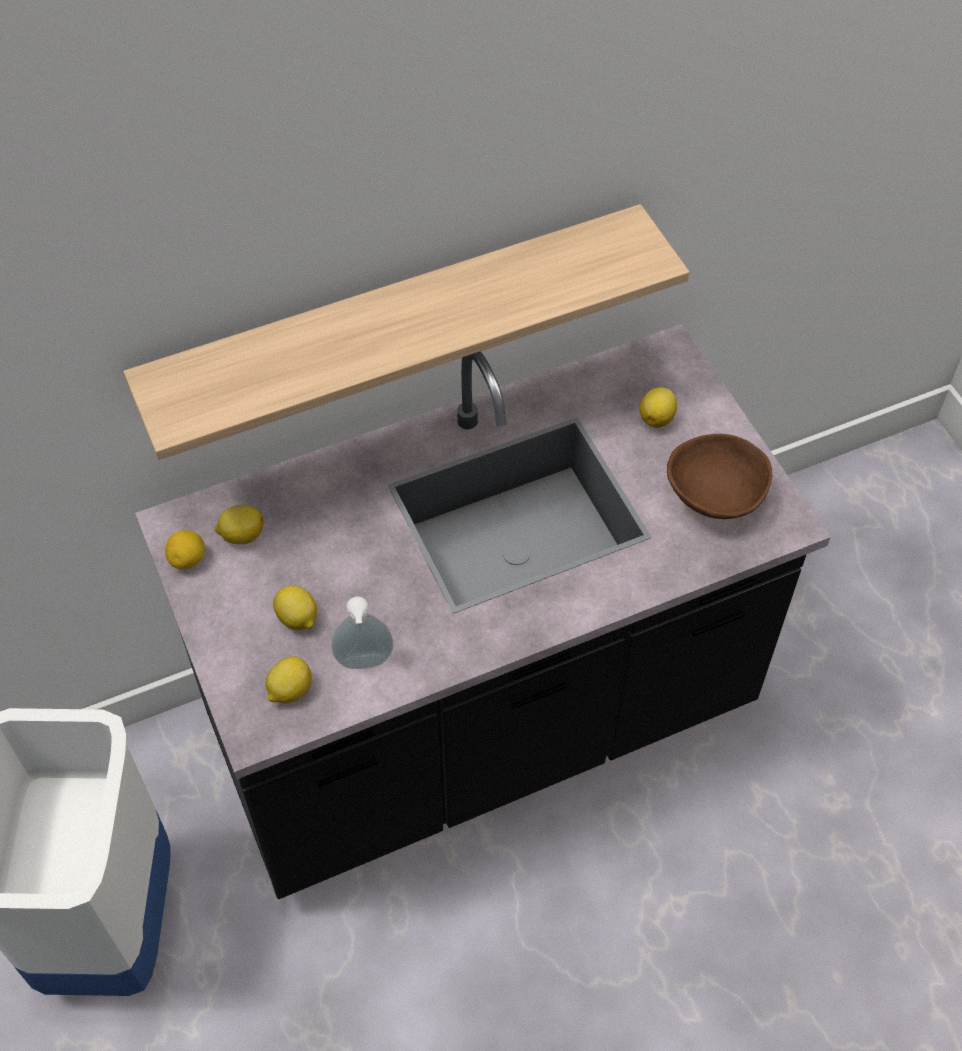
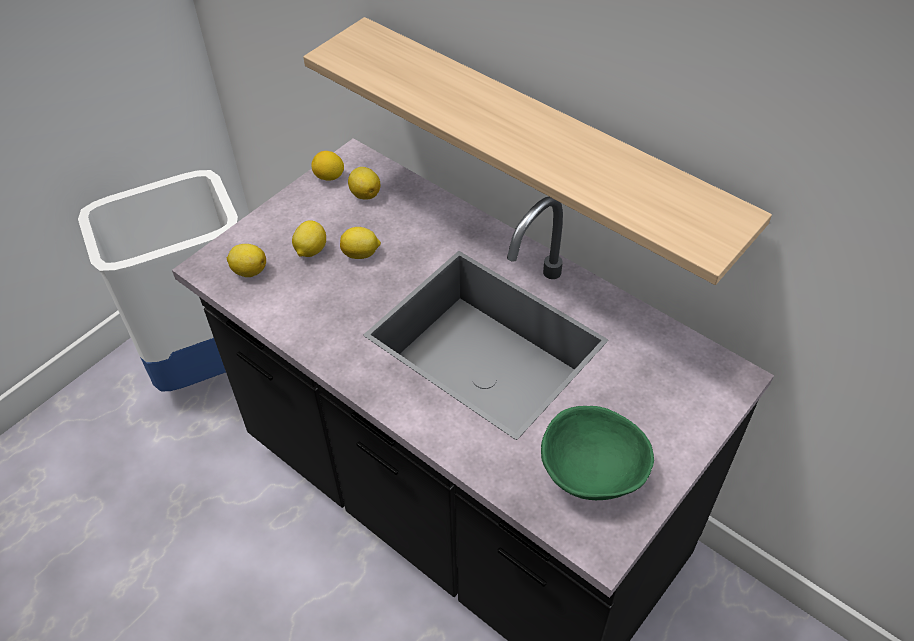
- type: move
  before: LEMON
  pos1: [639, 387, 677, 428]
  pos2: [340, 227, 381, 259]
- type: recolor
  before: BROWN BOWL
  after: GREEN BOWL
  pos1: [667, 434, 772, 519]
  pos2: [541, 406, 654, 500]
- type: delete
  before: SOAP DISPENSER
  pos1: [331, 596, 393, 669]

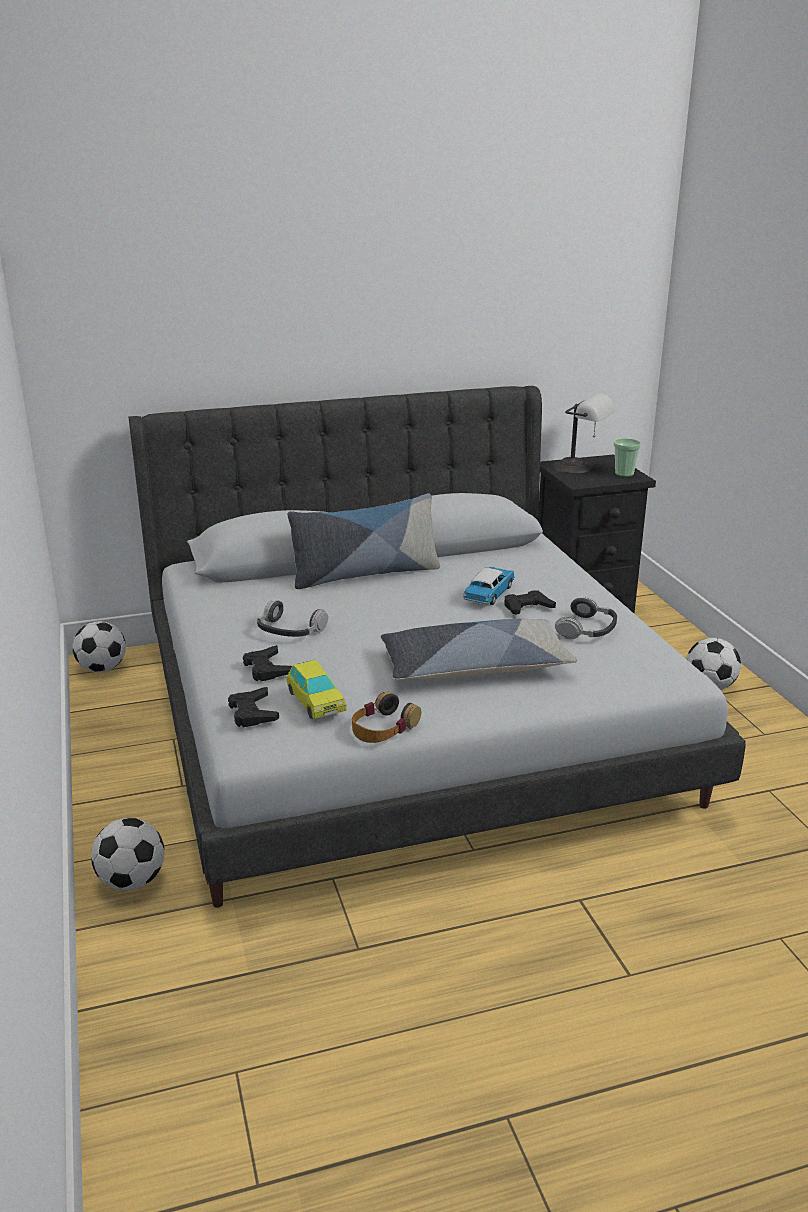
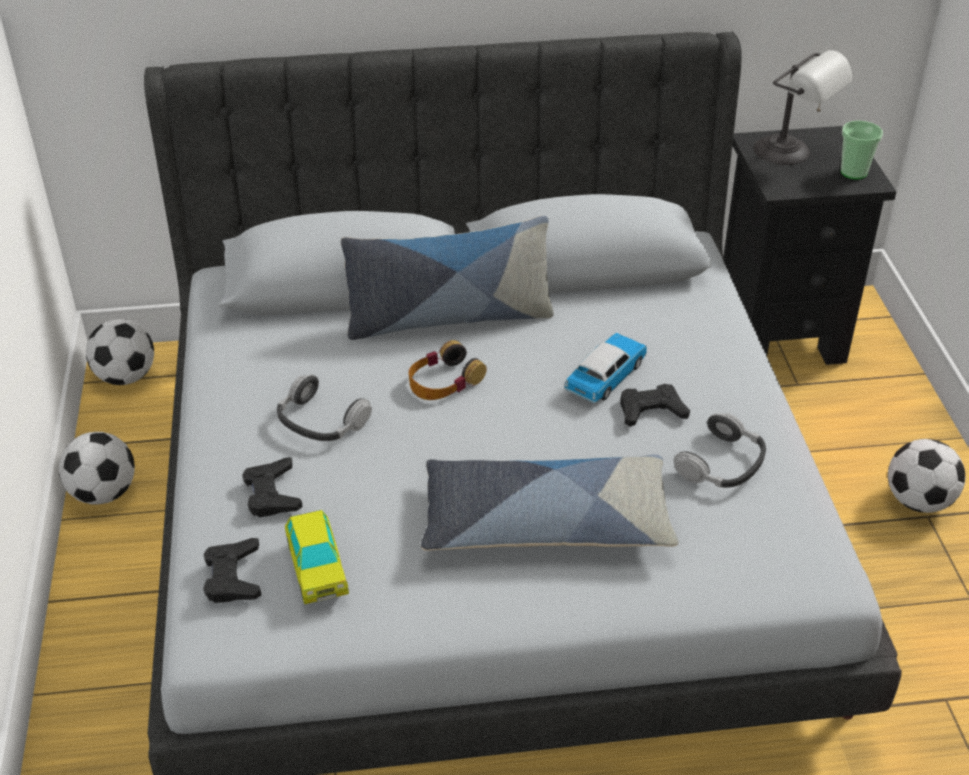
- type: move
  before: FOOTBALL
  pos1: [91, 818, 165, 891]
  pos2: [59, 432, 135, 505]
- type: move
  before: HEADPHONES
  pos1: [352, 691, 421, 743]
  pos2: [409, 340, 487, 400]

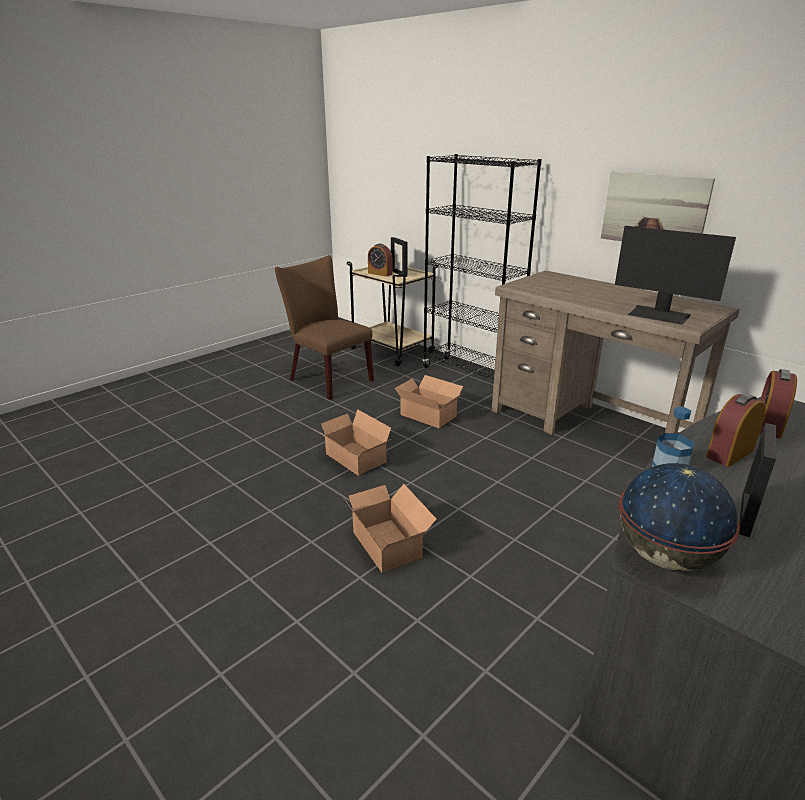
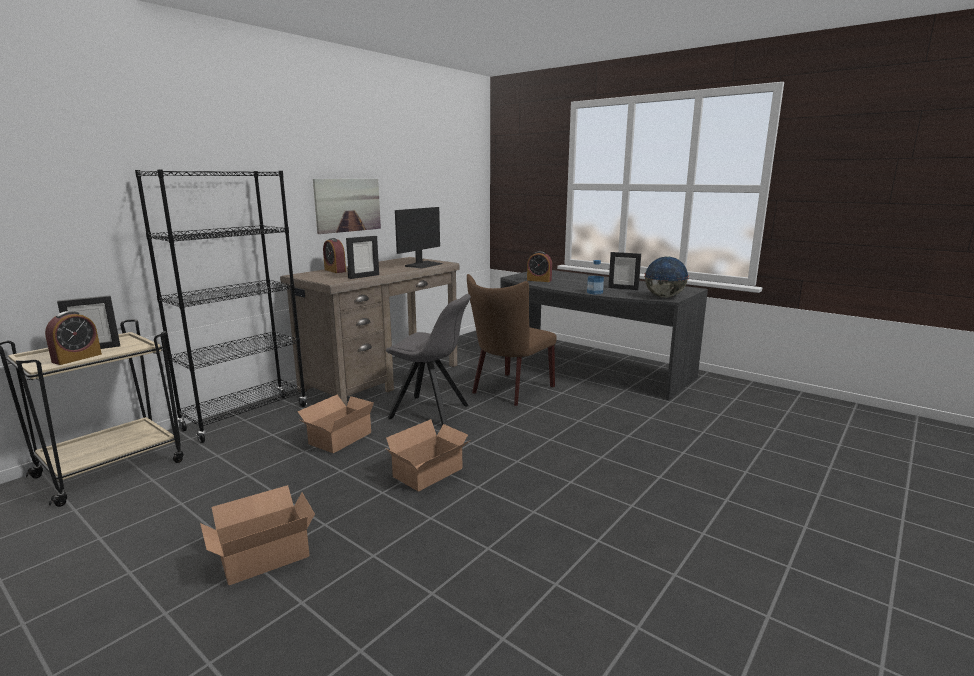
- type: move
  before: CARDBOARD BOX
  pos1: [344, 484, 436, 573]
  pos2: [200, 485, 315, 585]
- type: move
  before: ALARM CLOCK
  pos1: [706, 393, 765, 467]
  pos2: [323, 238, 346, 273]
- type: insert
  after: PICTURE FRAME
  pos2: [346, 236, 379, 279]
- type: insert
  after: GREY CHAIR
  pos2: [386, 294, 471, 426]
- type: move
  before: BROWN CHAIR
  pos1: [275, 255, 374, 400]
  pos2: [467, 274, 557, 406]

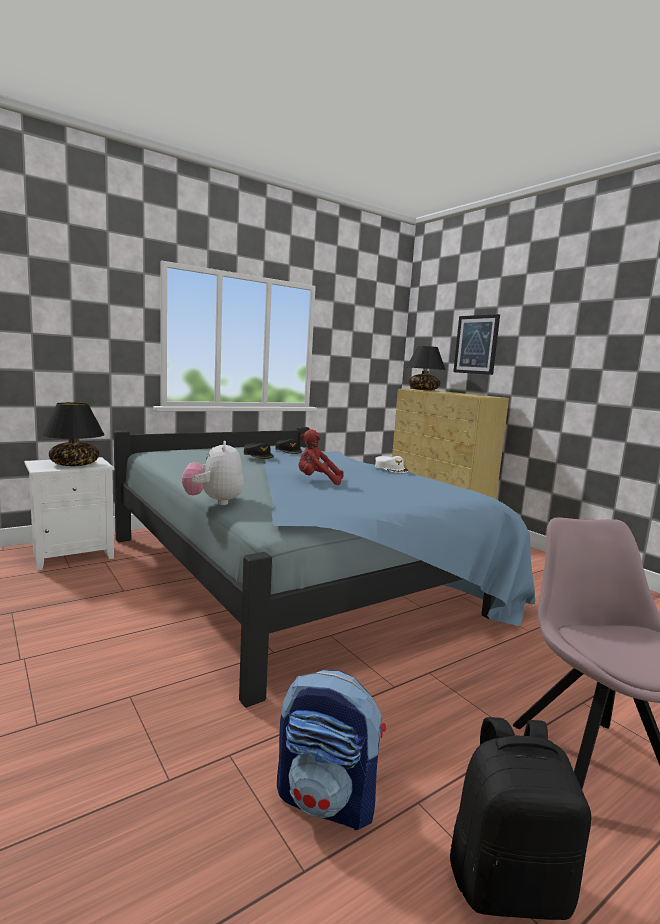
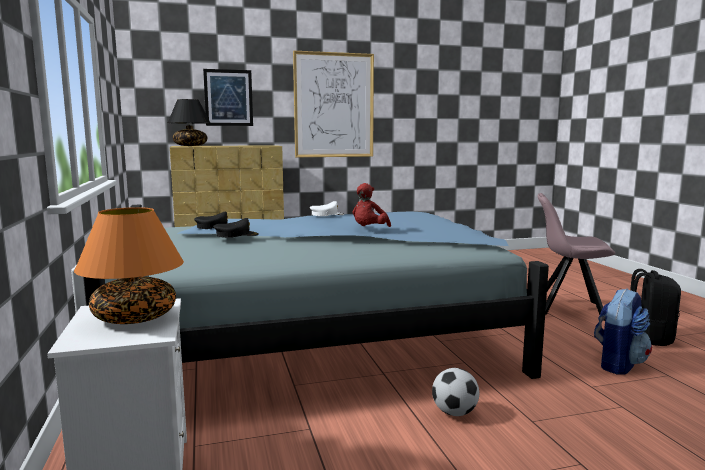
- type: recolor
  before: BLACK TABLE LAMP
  after: ORANGE TABLE LAMP
  pos1: [42, 402, 105, 466]
  pos2: [74, 207, 184, 324]
- type: insert
  after: PICTURE
  pos2: [293, 51, 374, 157]
- type: insert
  after: FOOTBALL
  pos2: [432, 368, 479, 416]
- type: delete
  before: PLUSH TOY
  pos1: [182, 441, 244, 505]

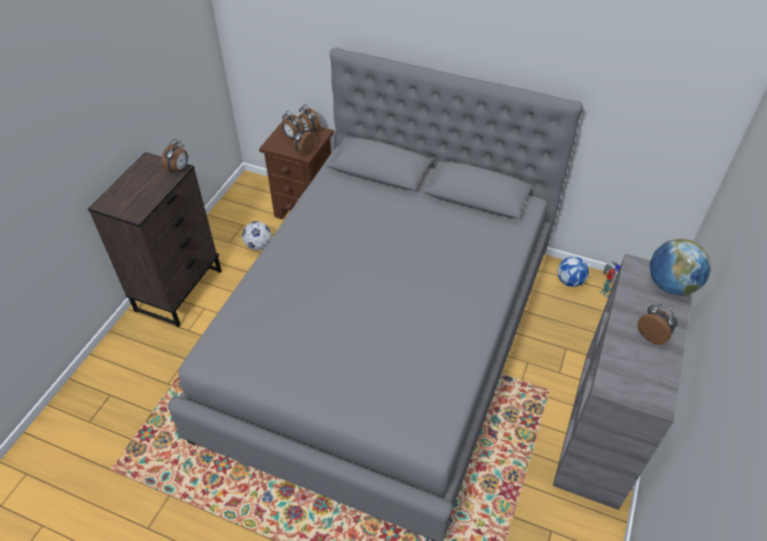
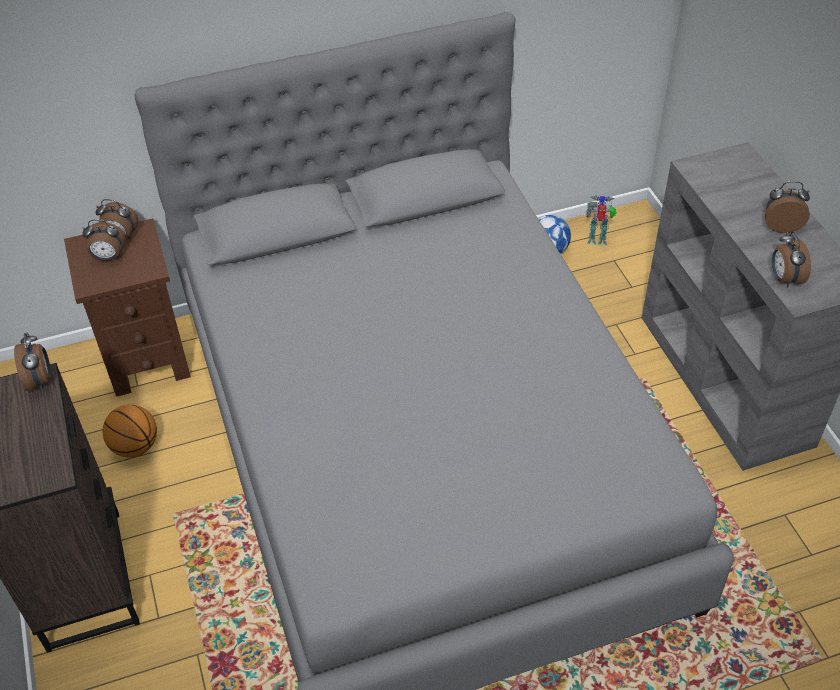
- type: replace
  before: FOOTBALL
  after: BASKETBALL
  pos1: [242, 221, 271, 250]
  pos2: [102, 404, 157, 457]
- type: move
  before: ALARM CLOCK
  pos1: [293, 124, 316, 156]
  pos2: [772, 232, 811, 287]
- type: delete
  before: GLOBE
  pos1: [650, 239, 711, 295]

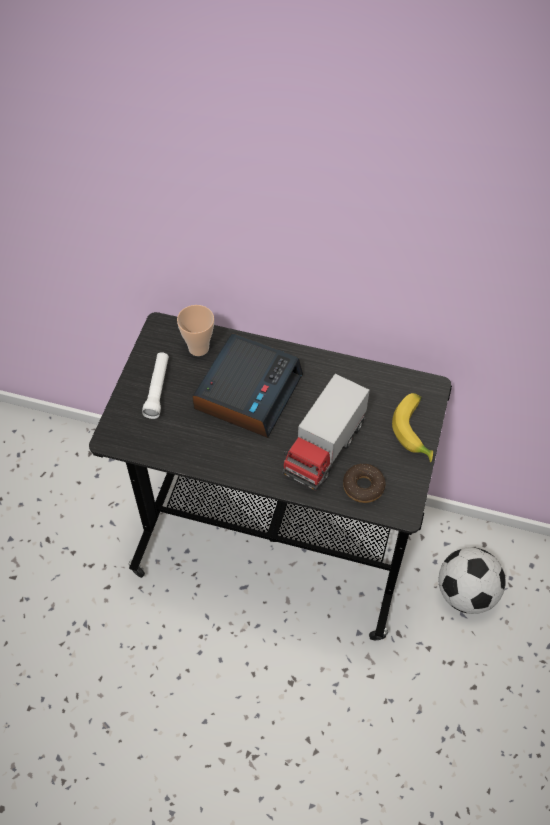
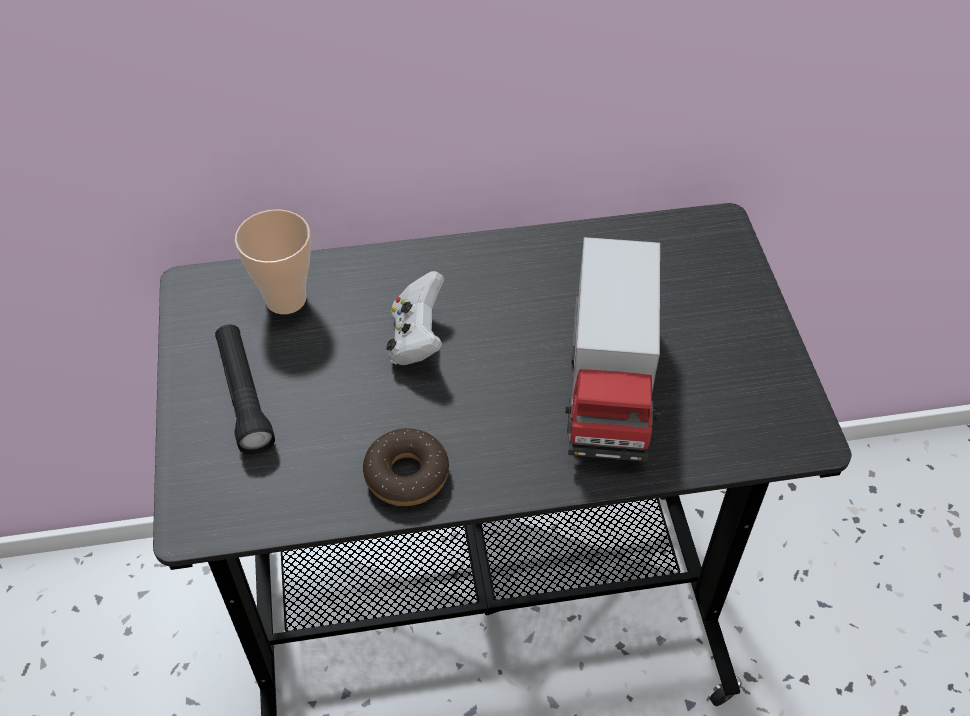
- type: recolor
  before: WHITE FLASHLIGHT
  after: BLACK FLASHLIGHT
  pos1: [142, 352, 169, 419]
  pos2: [215, 324, 275, 455]
- type: move
  before: DONUT
  pos1: [343, 464, 385, 503]
  pos2: [363, 428, 449, 506]
- type: replace
  before: ALARM CLOCK
  after: WHITE GAME CONTROLLER
  pos1: [192, 333, 303, 438]
  pos2: [387, 271, 444, 365]
- type: delete
  before: BANANA
  pos1: [392, 393, 433, 463]
- type: delete
  before: FOOTBALL
  pos1: [438, 547, 506, 614]

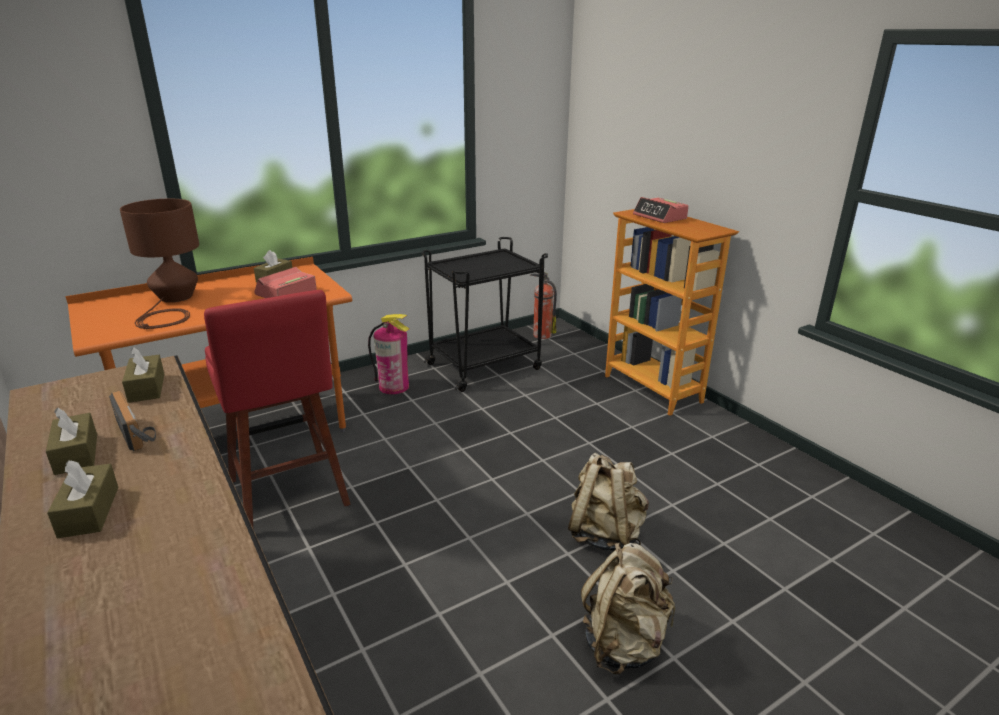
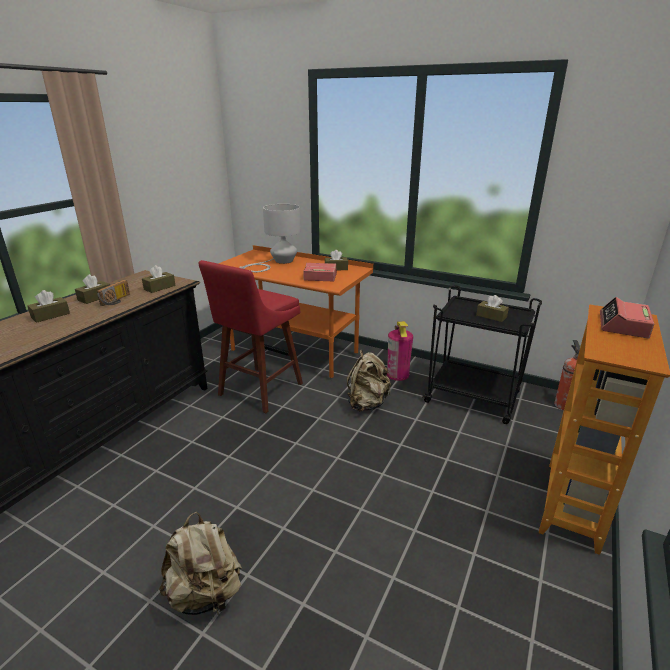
- type: recolor
  before: BROWN TABLE LAMP
  after: GREY TABLE LAMP
  pos1: [120, 199, 199, 329]
  pos2: [239, 204, 301, 272]
- type: move
  before: BEIGE BACKPACK
  pos1: [568, 453, 649, 552]
  pos2: [347, 350, 391, 412]
- type: insert
  after: BROWN TISSUE BOX
  pos2: [476, 295, 509, 322]

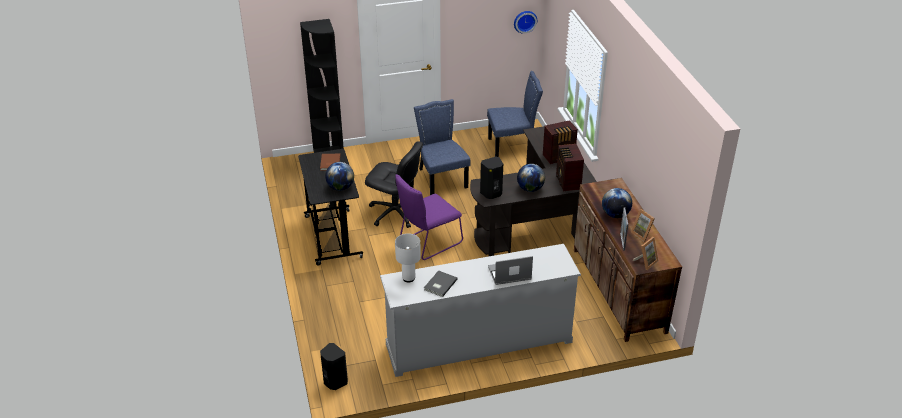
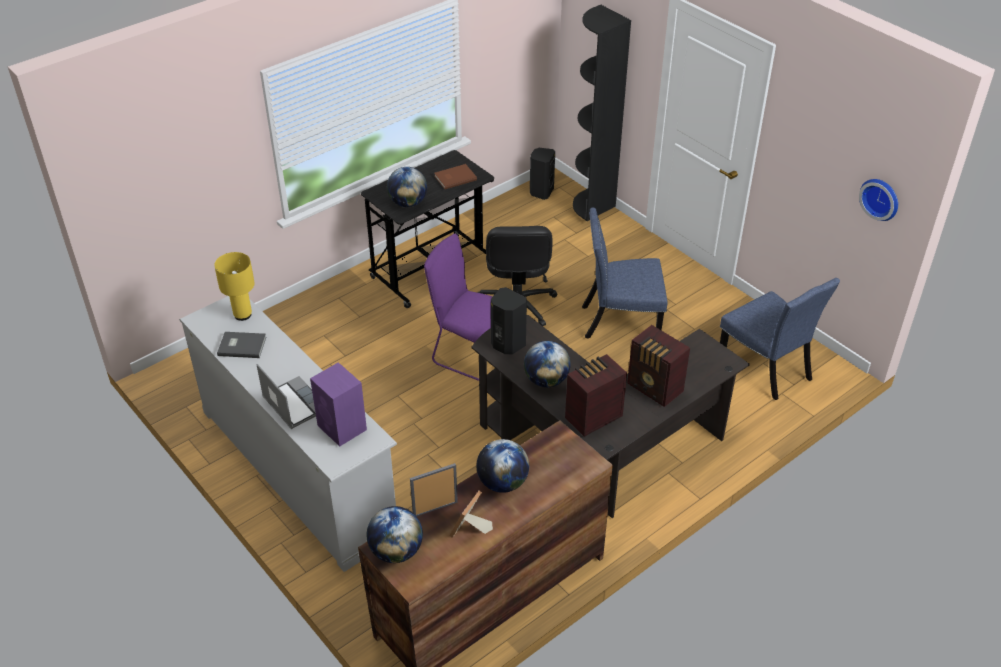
- type: recolor
  before: WHITE TABLE LAMP
  after: YELLOW TABLE LAMP
  pos1: [395, 233, 421, 282]
  pos2: [214, 252, 254, 321]
- type: insert
  after: PURPLE SPEAKER
  pos2: [310, 362, 367, 447]
- type: replace
  before: PICTURE FRAME
  after: GLOBE
  pos1: [633, 237, 659, 270]
  pos2: [367, 506, 423, 563]
- type: move
  before: BLACK SPEAKER
  pos1: [320, 343, 348, 390]
  pos2: [530, 148, 555, 200]
- type: rotate
  before: BLUE CHAIR
  pos1: [414, 99, 471, 195]
  pos2: [582, 208, 667, 339]
  turn: -135

